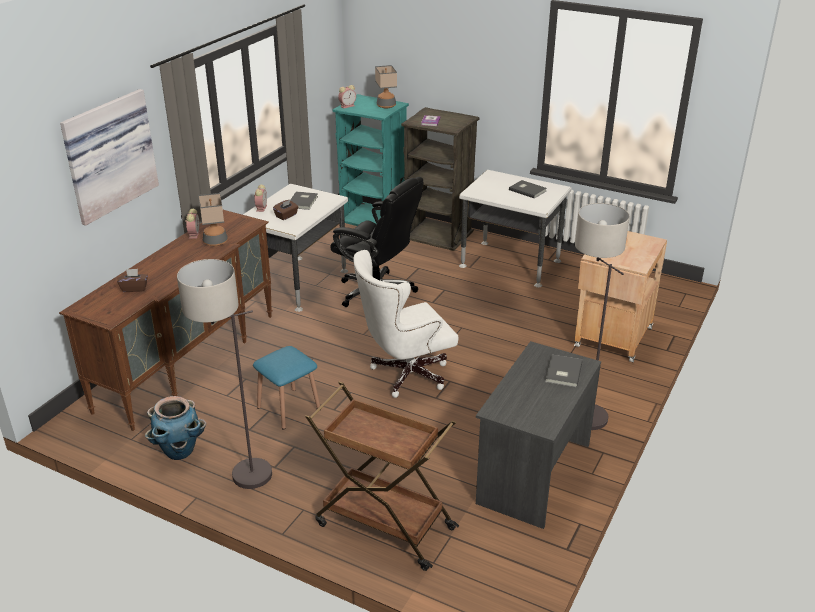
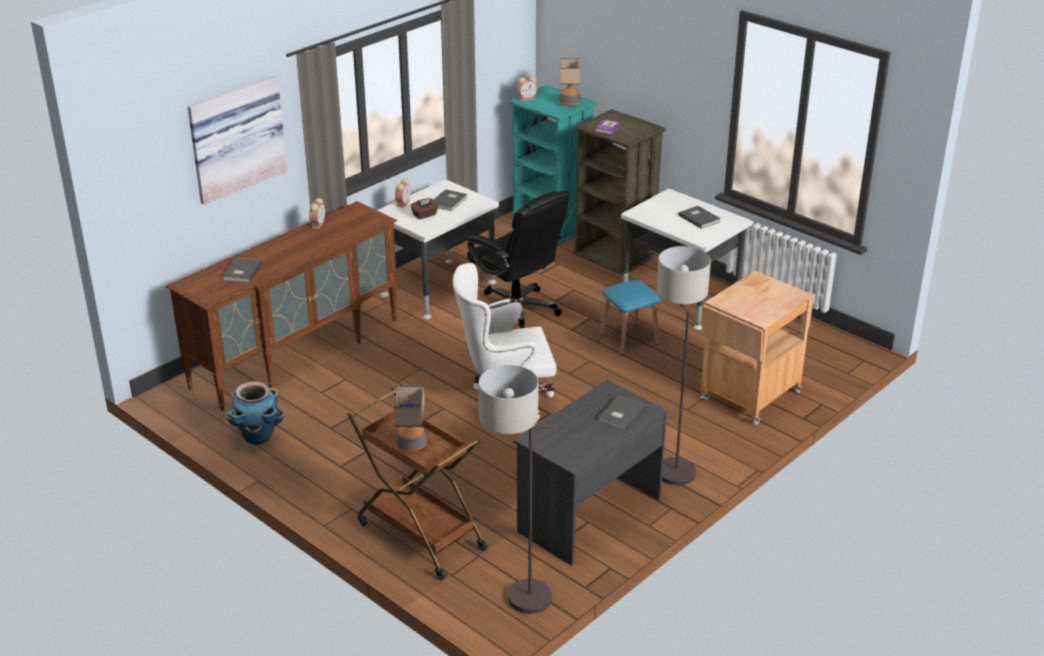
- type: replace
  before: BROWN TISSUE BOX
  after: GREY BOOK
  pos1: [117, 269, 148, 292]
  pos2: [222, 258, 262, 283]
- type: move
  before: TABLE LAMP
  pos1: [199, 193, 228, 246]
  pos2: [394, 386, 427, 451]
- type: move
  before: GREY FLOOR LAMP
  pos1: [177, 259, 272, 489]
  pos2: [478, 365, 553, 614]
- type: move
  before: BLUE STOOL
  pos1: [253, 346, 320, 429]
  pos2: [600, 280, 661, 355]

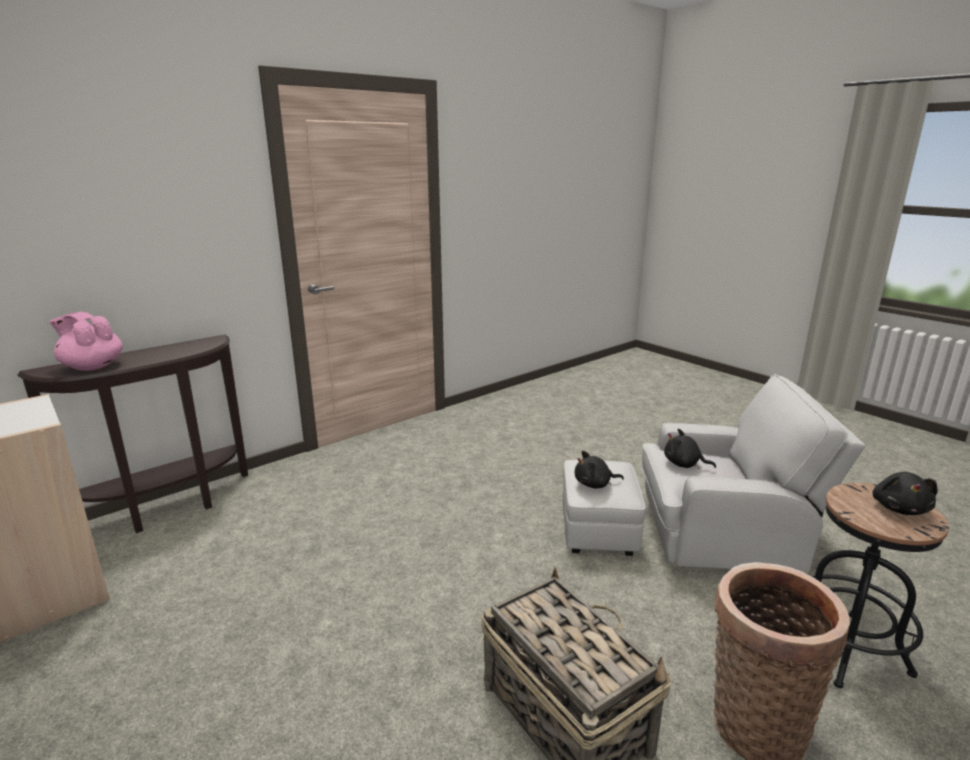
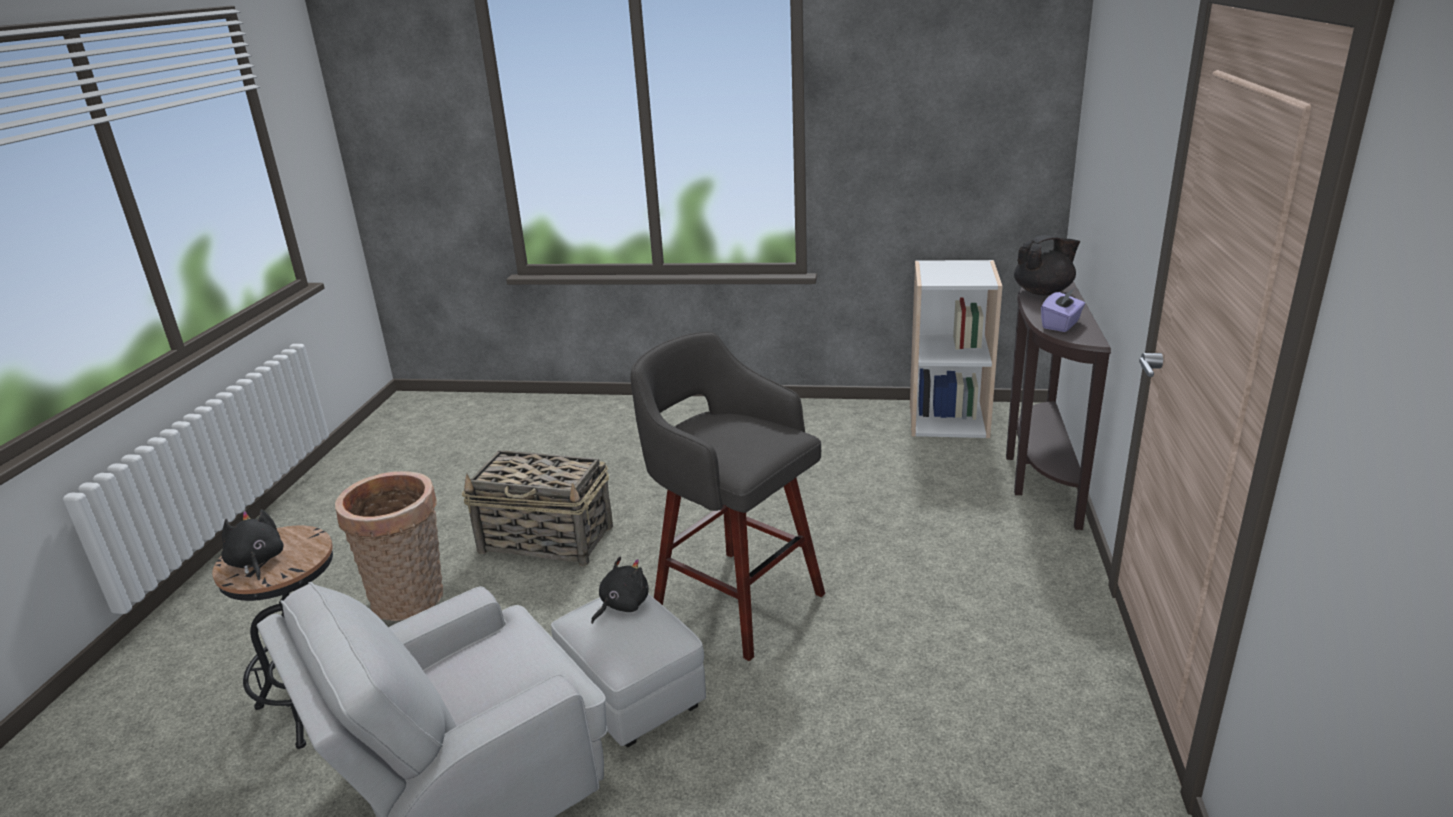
- type: insert
  after: GREY STOOL
  pos2: [630, 332, 825, 661]
- type: recolor
  before: PINK TEAPOT
  after: BLACK TEAPOT
  pos1: [49, 312, 123, 371]
  pos2: [1014, 235, 1080, 295]
- type: insert
  after: PURPLE TISSUE BOX
  pos2: [1041, 289, 1085, 332]
- type: delete
  before: BLACK PLUSH TOY
  pos1: [664, 428, 716, 469]

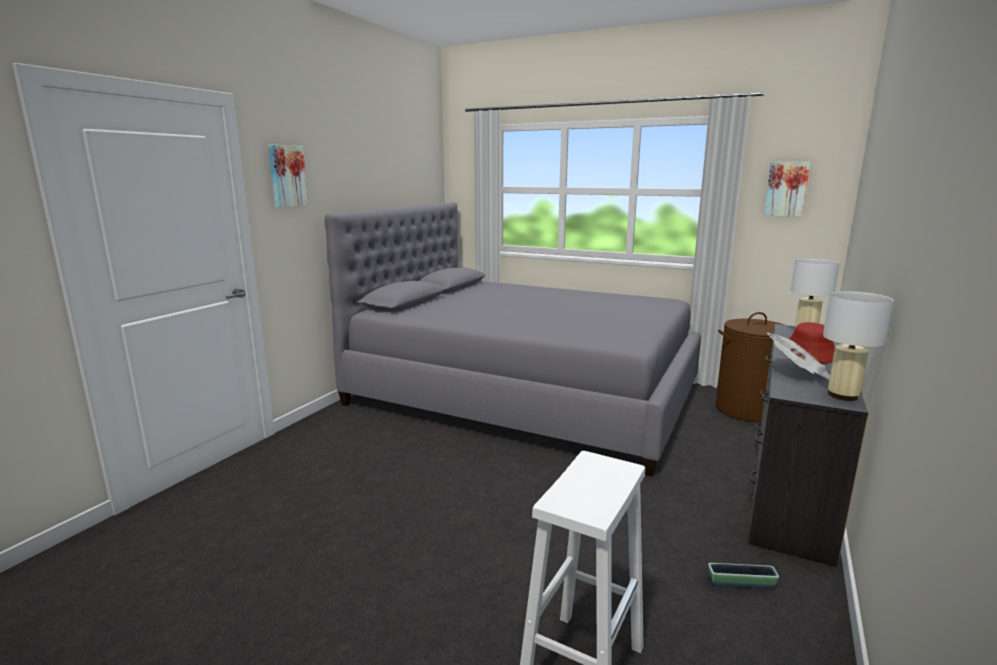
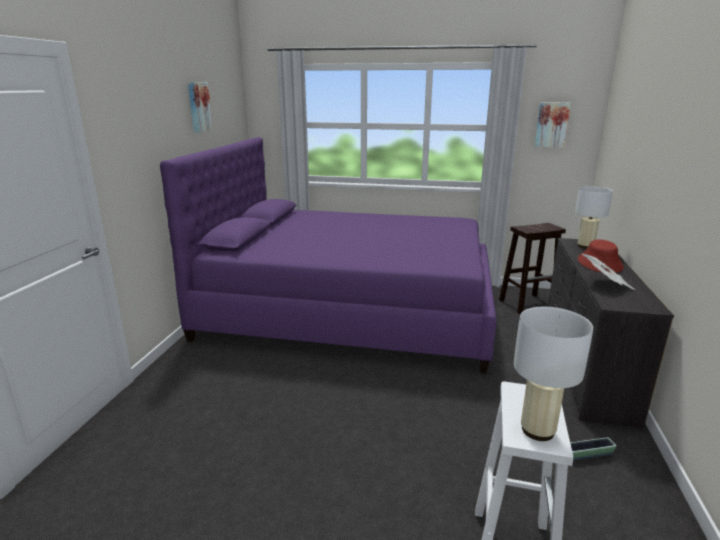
- type: recolor
  before: GREY BED
  after: PURPLE BED
  pos1: [325, 202, 701, 476]
  pos2: [160, 137, 497, 373]
- type: move
  before: PICTURE
  pos1: [268, 145, 309, 208]
  pos2: [188, 82, 213, 133]
- type: replace
  before: BROWN LAUNDRY BASKET
  after: BROWN STOOL
  pos1: [715, 312, 784, 422]
  pos2: [499, 223, 566, 314]
- type: move
  before: WHITE TABLE LAMP
  pos1: [823, 291, 894, 401]
  pos2: [514, 307, 593, 441]

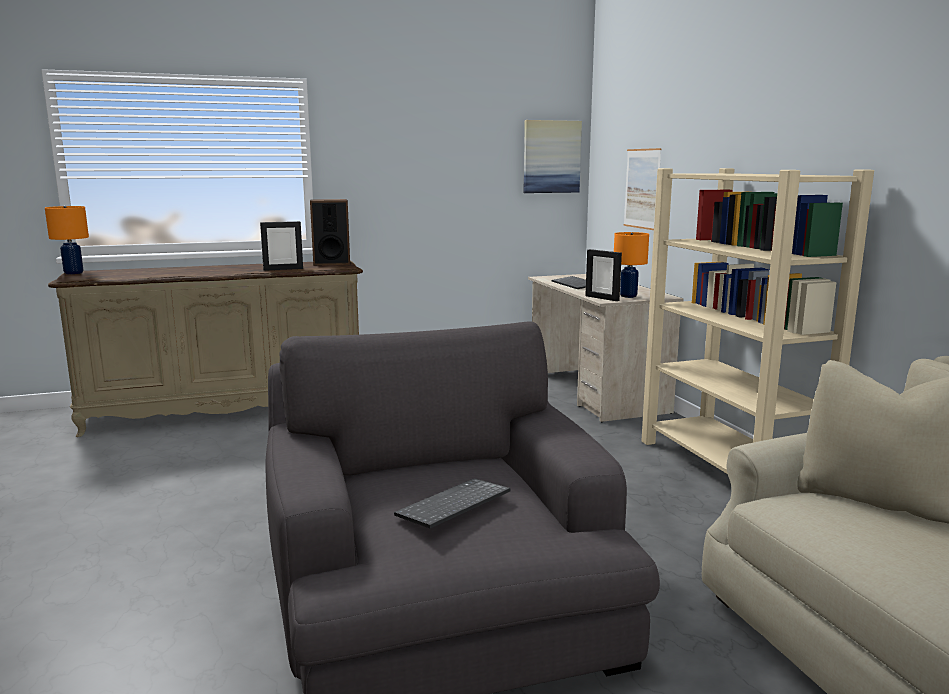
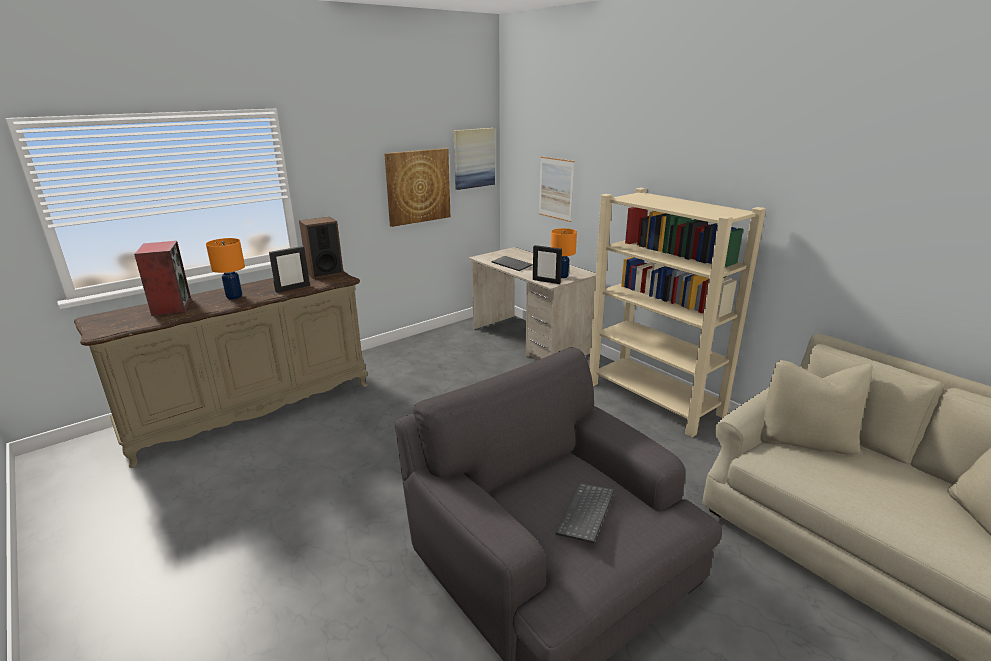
- type: insert
  after: SPEAKER
  pos2: [134, 241, 191, 316]
- type: move
  before: ORANGE TABLE LAMP
  pos1: [45, 206, 89, 274]
  pos2: [206, 238, 245, 299]
- type: insert
  after: PICTURE
  pos2: [384, 148, 450, 227]

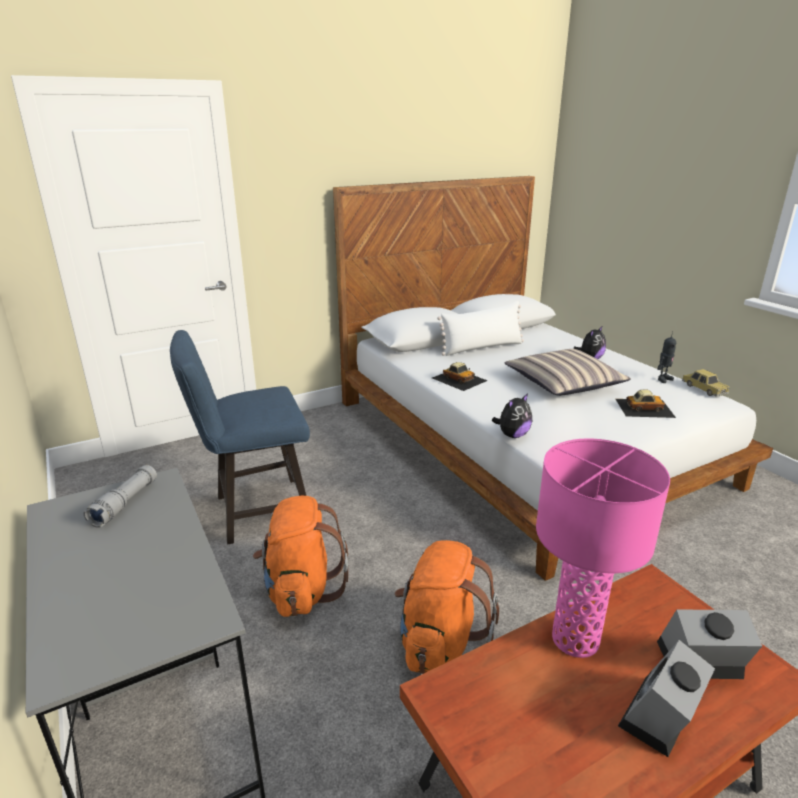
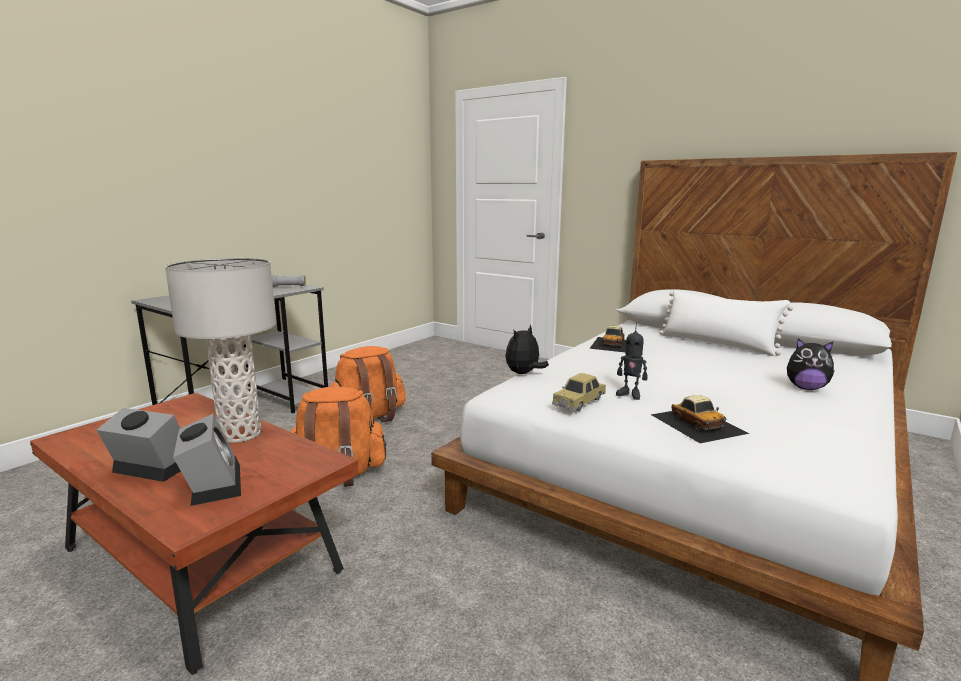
- type: recolor
  before: PINK TABLE LAMP
  after: WHITE TABLE LAMP
  pos1: [536, 438, 670, 658]
  pos2: [165, 258, 276, 443]
- type: rotate
  before: PLUSH TOY
  pos1: [492, 393, 532, 438]
  pos2: [505, 325, 549, 374]
  turn: 105
- type: move
  before: TOY CAR
  pos1: [682, 369, 730, 397]
  pos2: [552, 373, 606, 411]
- type: move
  before: TOY ROBOT
  pos1: [657, 331, 676, 383]
  pos2: [616, 323, 647, 400]
- type: delete
  before: BLUE CHAIR
  pos1: [170, 330, 310, 544]
- type: delete
  before: PILLOW
  pos1: [505, 349, 631, 396]

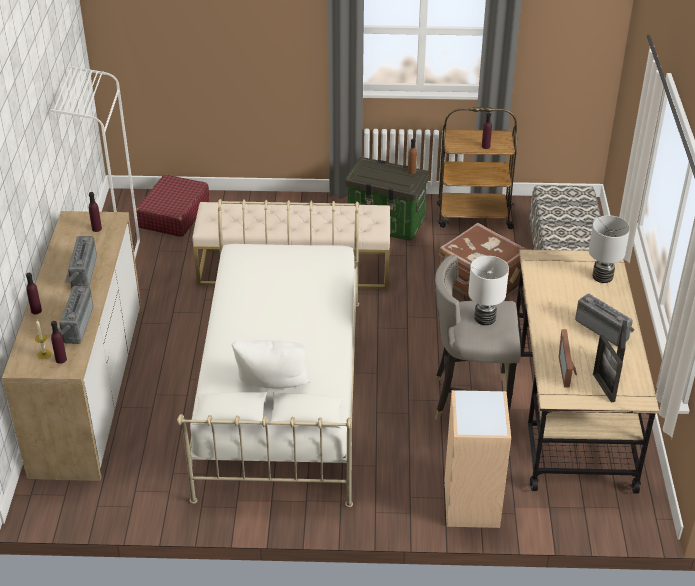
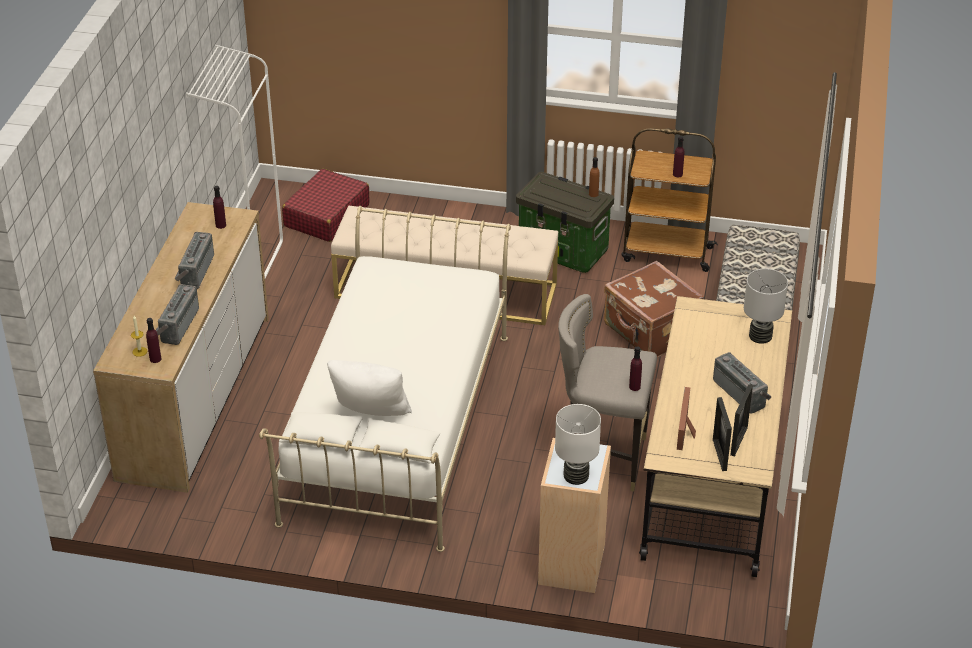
- type: move
  before: WHITE TABLE LAMP
  pos1: [468, 256, 509, 325]
  pos2: [555, 404, 601, 485]
- type: move
  before: PURPLE BOTTLE
  pos1: [26, 273, 42, 314]
  pos2: [629, 346, 642, 391]

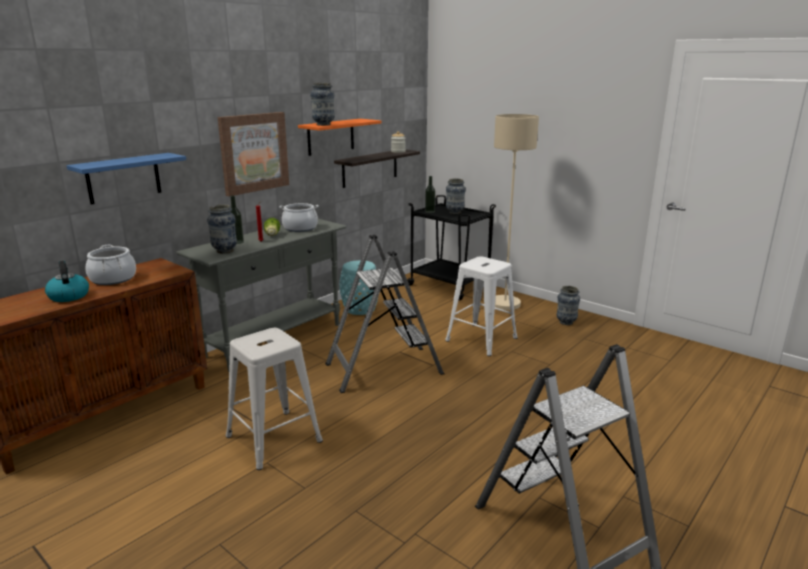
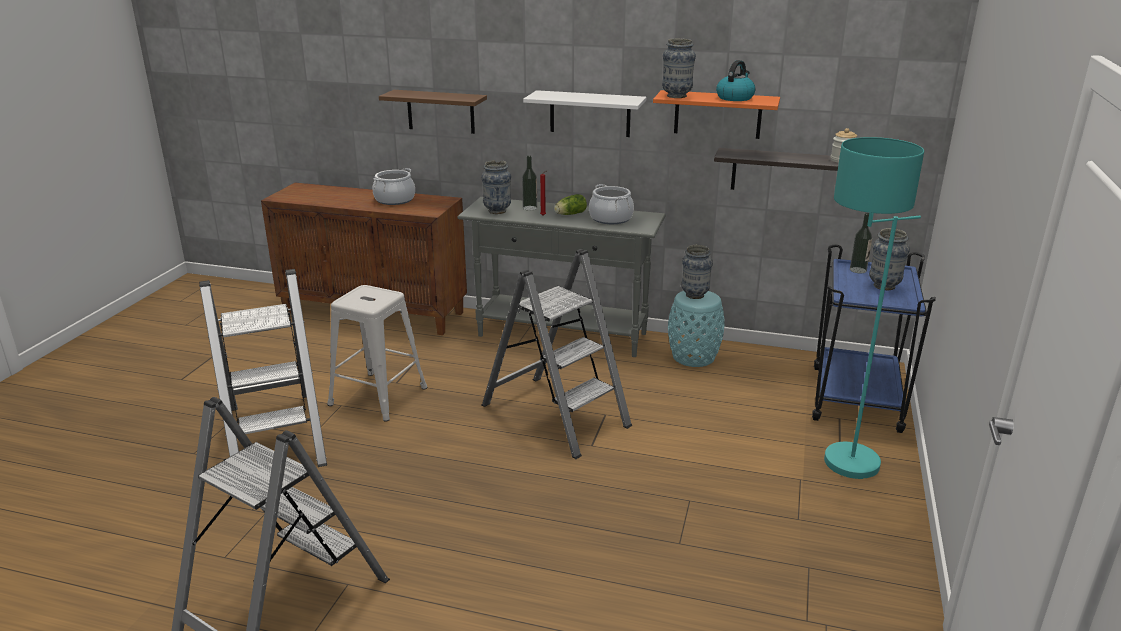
- type: insert
  after: GREY STEP LADDER
  pos2: [199, 269, 327, 467]
- type: recolor
  before: BLUE SHELF
  after: BROWN SHELF
  pos1: [66, 153, 186, 204]
  pos2: [379, 90, 487, 134]
- type: replace
  before: PICTURE
  after: WHITE SHELF
  pos1: [218, 112, 289, 196]
  pos2: [523, 90, 646, 137]
- type: move
  before: VASE
  pos1: [556, 286, 580, 325]
  pos2: [681, 245, 713, 299]
- type: move
  before: KETTLE
  pos1: [45, 261, 89, 302]
  pos2: [716, 60, 755, 101]
- type: recolor
  before: BLACK CART
  after: BLUE CART
  pos1: [407, 195, 496, 301]
  pos2: [812, 245, 936, 433]
- type: recolor
  before: BEIGE FLOOR LAMP
  after: TURQUOISE FLOOR LAMP
  pos1: [494, 114, 539, 310]
  pos2: [824, 137, 924, 479]
- type: delete
  before: WHITE STOOL
  pos1: [445, 256, 518, 356]

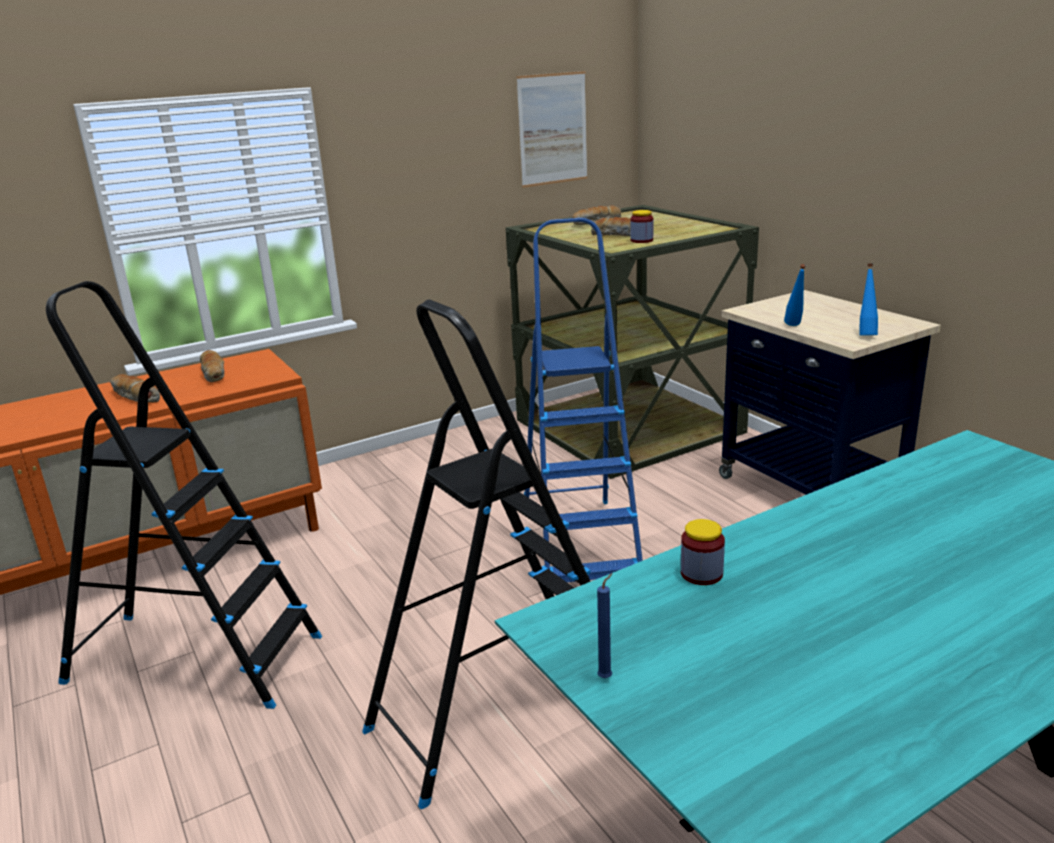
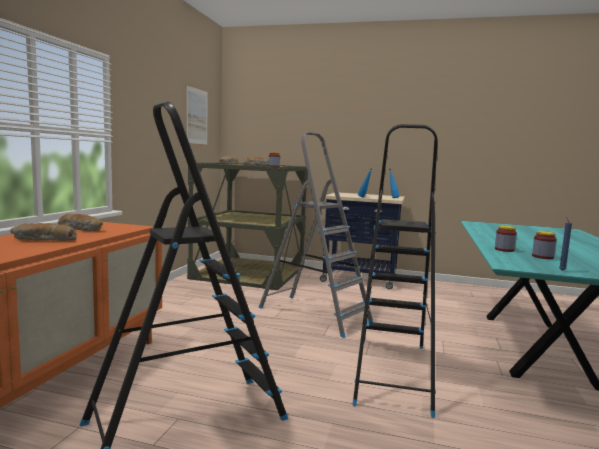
- type: recolor
  before: BLUE STEP LADDER
  after: GREY STEP LADDER
  pos1: [524, 218, 643, 582]
  pos2: [258, 132, 373, 338]
- type: insert
  after: JAR
  pos2: [532, 231, 557, 259]

